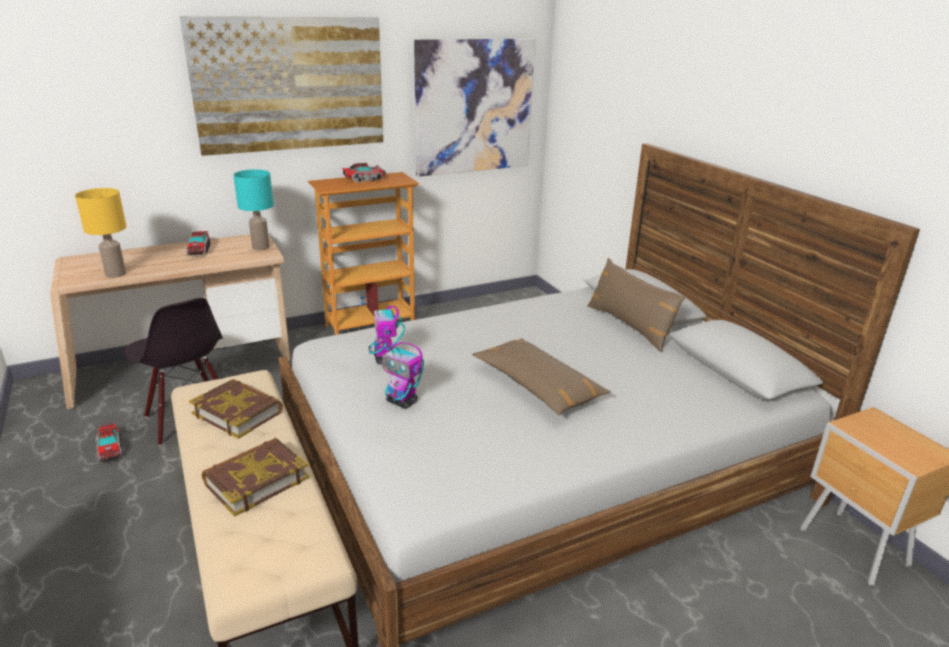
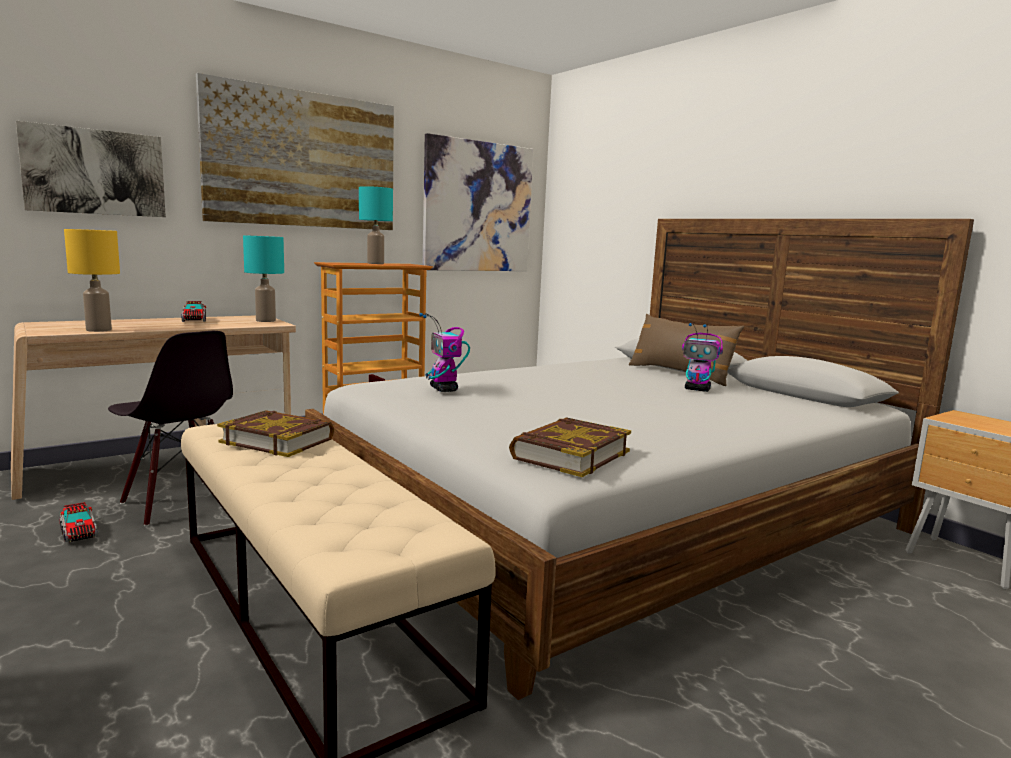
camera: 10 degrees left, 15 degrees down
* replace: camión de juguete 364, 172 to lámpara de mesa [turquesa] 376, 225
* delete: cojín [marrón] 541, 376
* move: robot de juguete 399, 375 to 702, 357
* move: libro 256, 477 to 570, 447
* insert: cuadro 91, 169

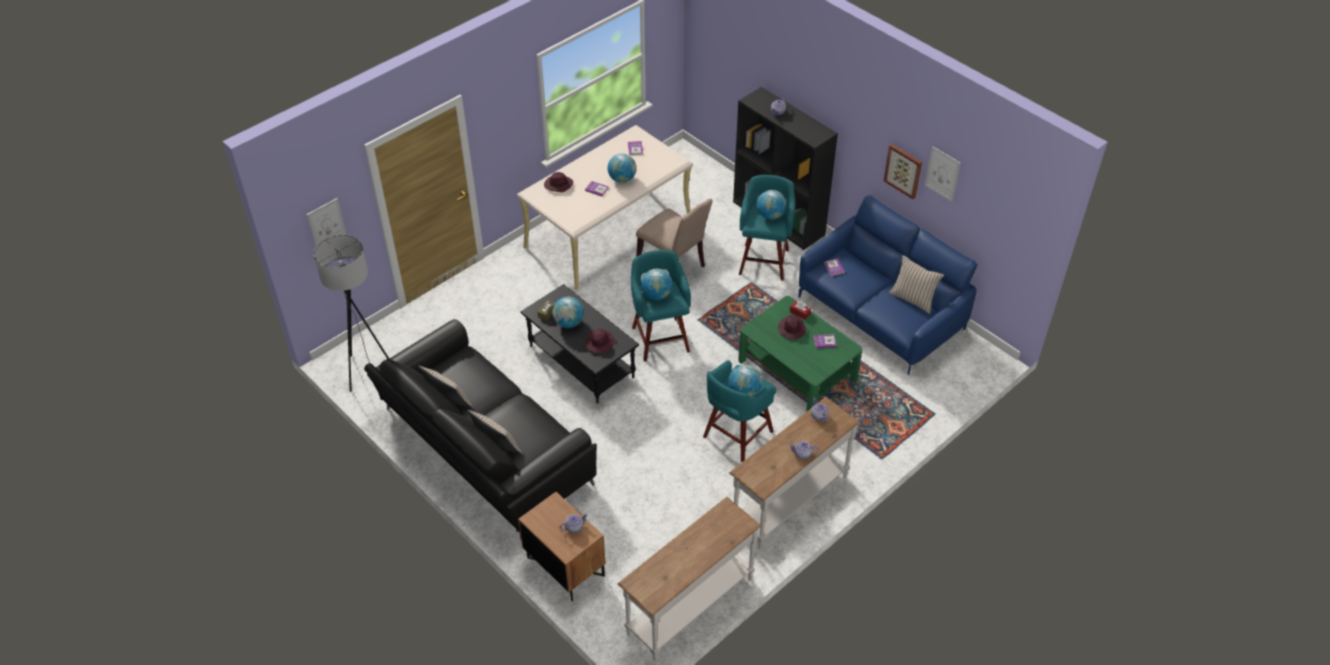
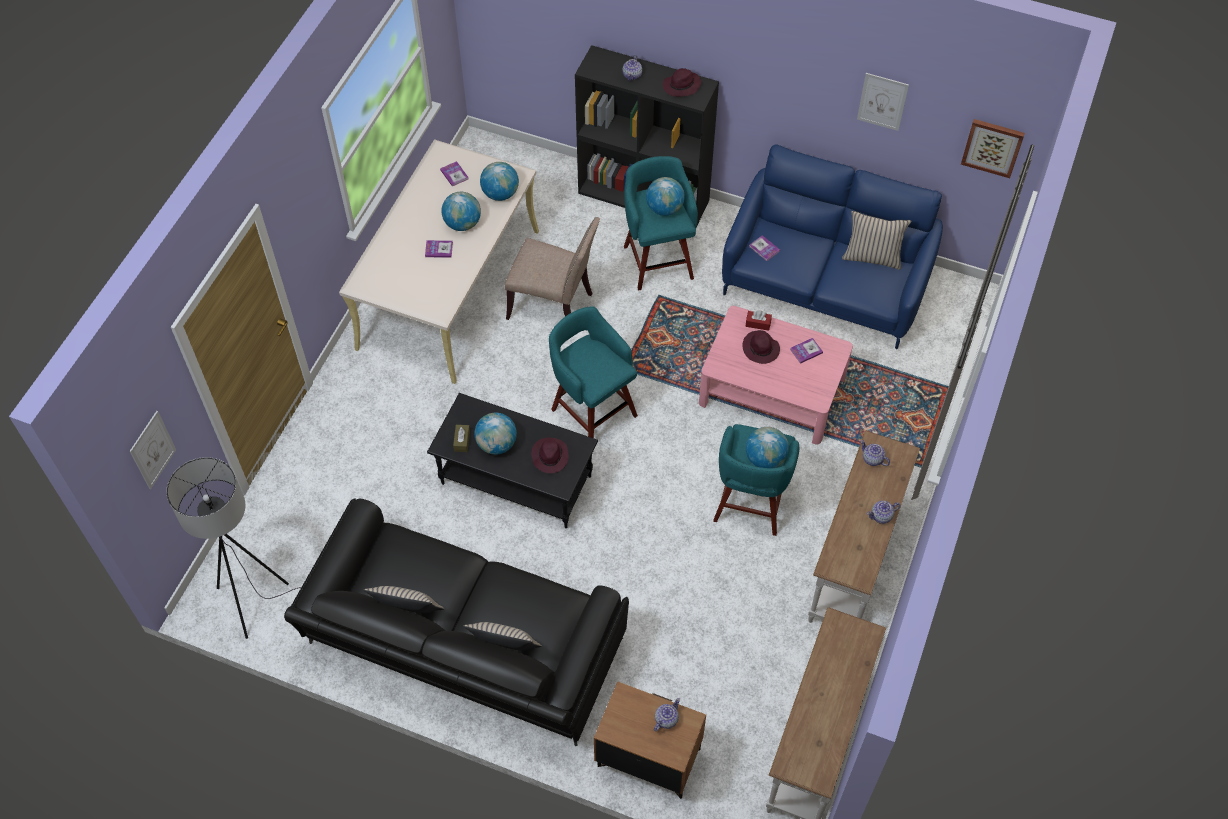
camera: 25 degrees left, 10 degrees up
* move: cuadro 903, 171 to 993, 148
* move: sombrero [morado] 558, 182 to 682, 82
* move: globo terráqueo 656, 284 to 499, 181
* recolor: mesa de centro [verde] 800, 354 to mesa de centro [rosa] 776, 375

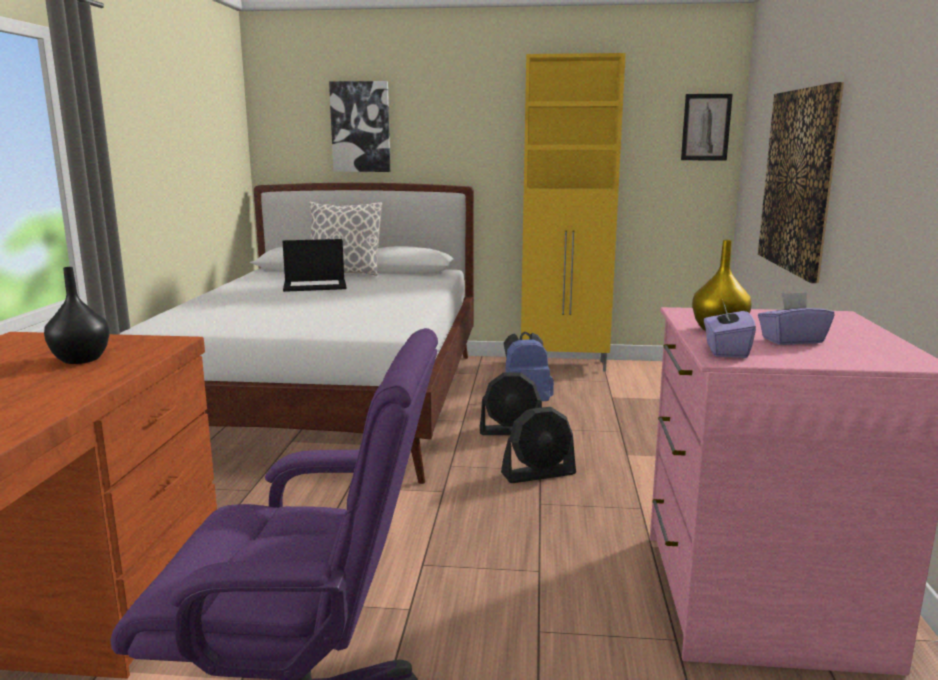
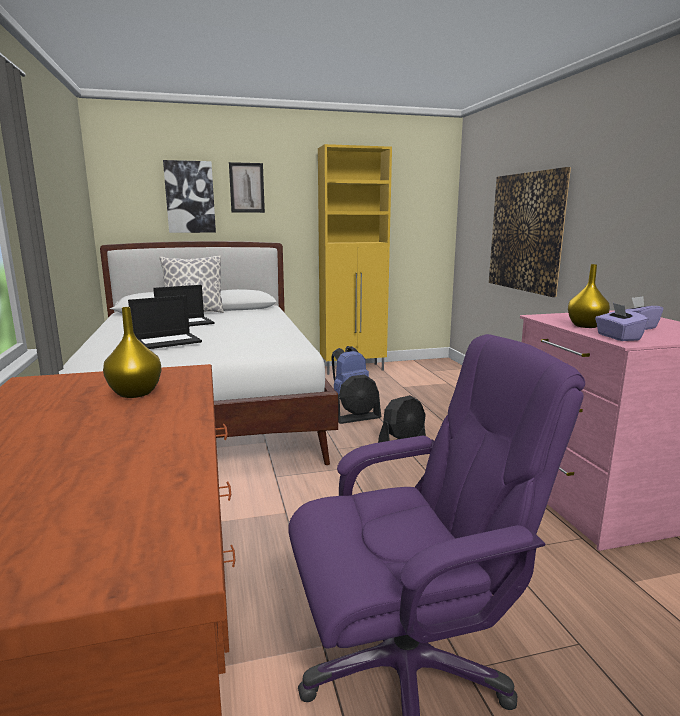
camera: 20 degrees left, 0 degrees up
* move: cuadro 707, 127 to 247, 187
* recolor: florero [negro] 77, 315 to florero [amarillo] 132, 352
* insert: portátil 165, 322

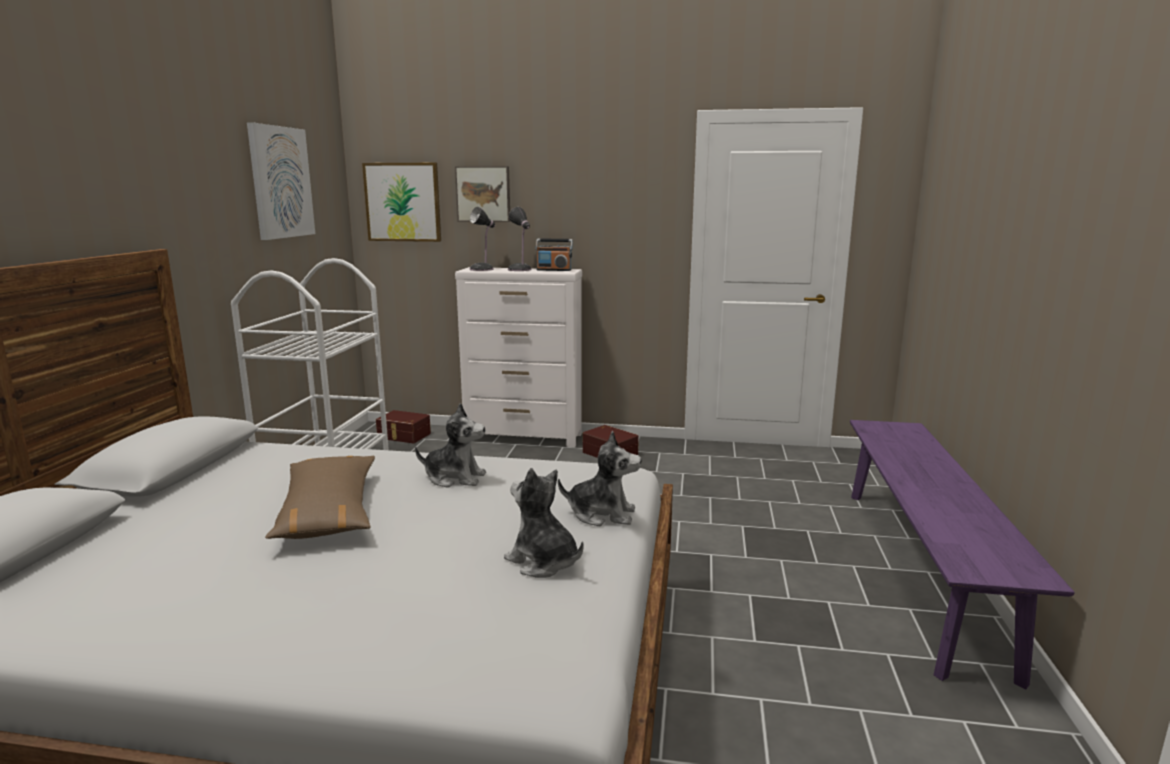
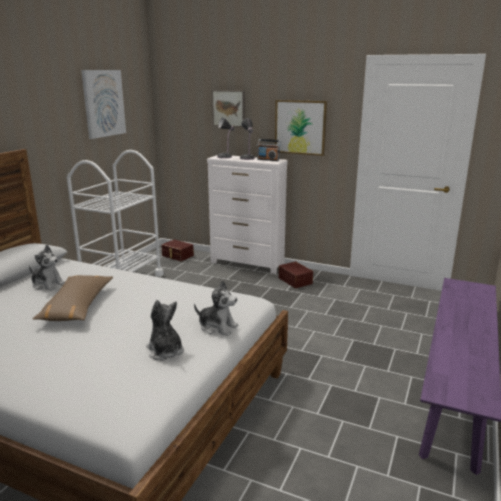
camera: 15 degrees right, 5 degrees up
* move: cuadro 401, 202 to 301, 128
* move: peluche 450, 445 to 47, 268

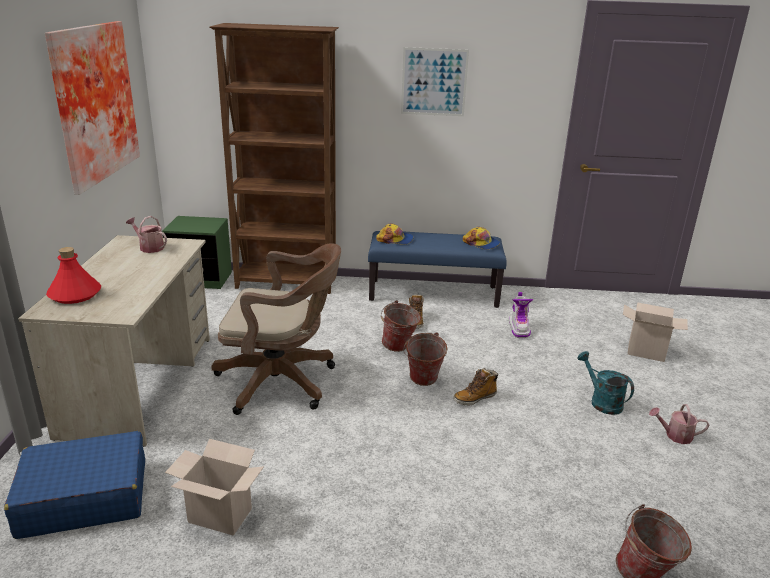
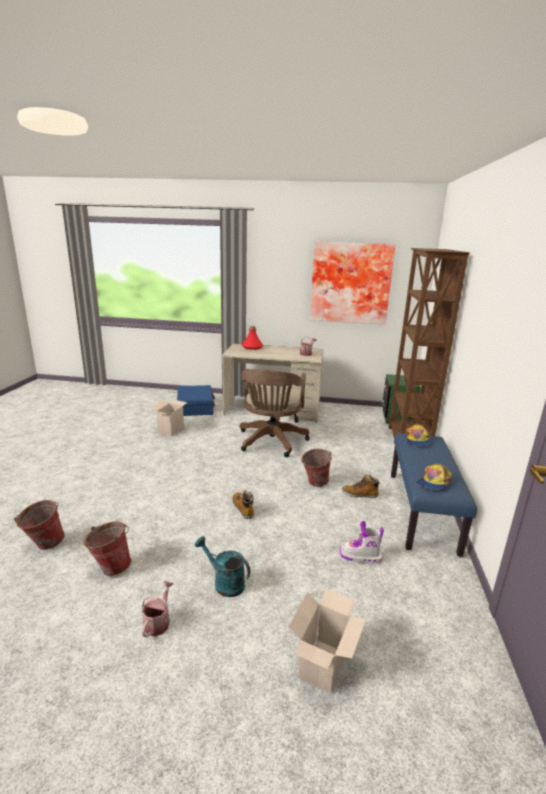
camera: 95 degrees right, 5 degrees down
* delete: cuadro 435, 81
* move: cubo 425, 359 to 107, 548
* rotate: regadera [turquesa] 605, 383 = 222, 566 120 degrees counterclockwise

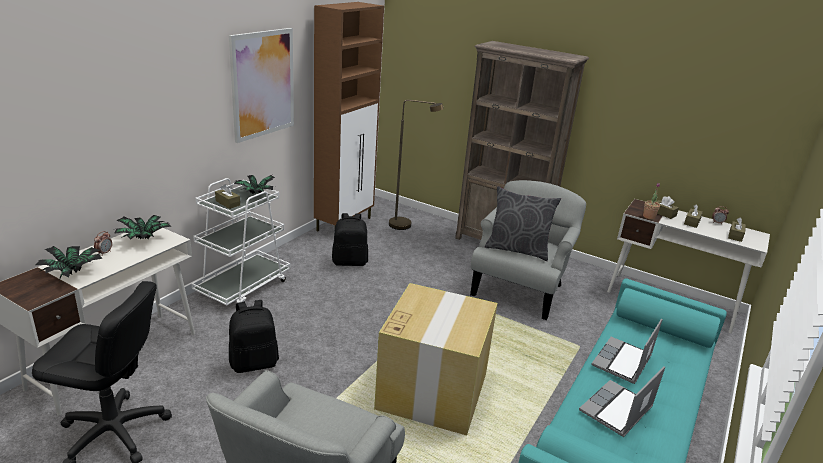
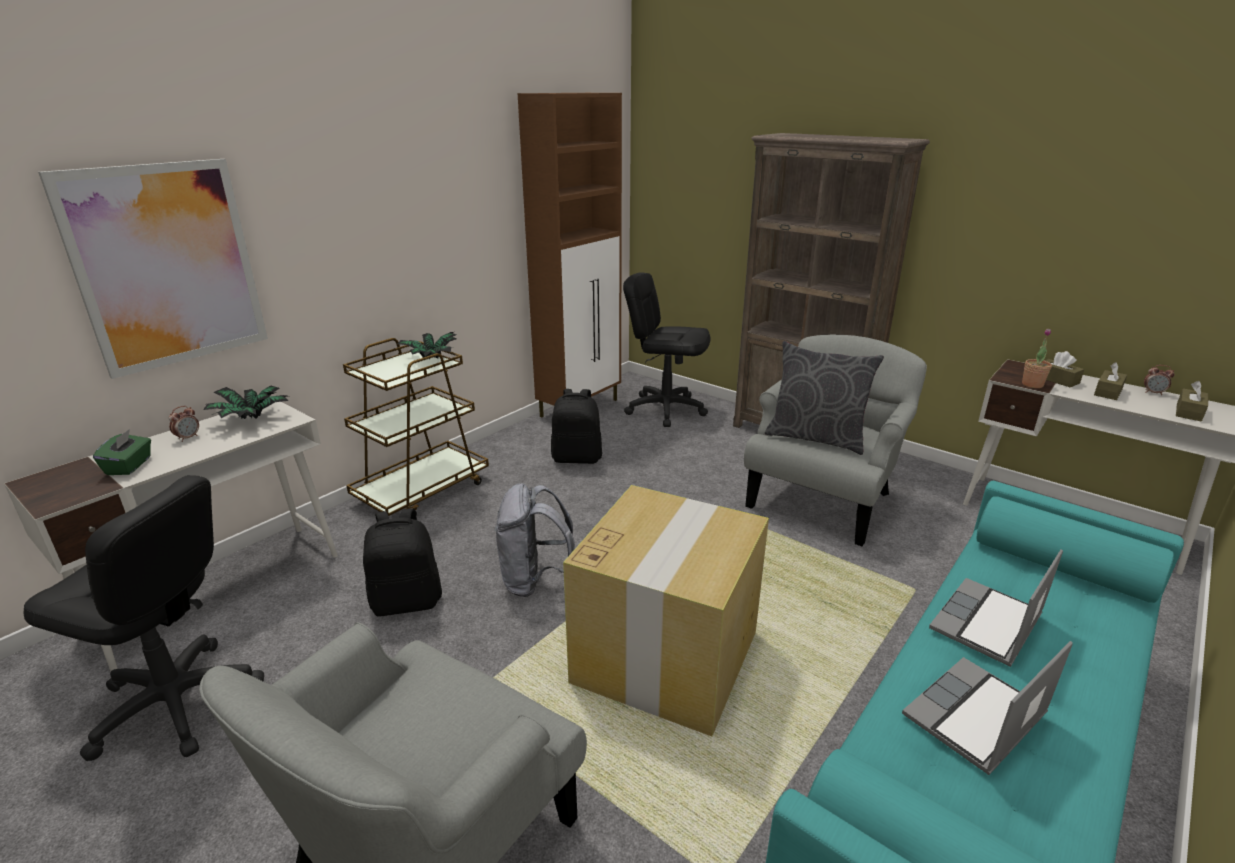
camera: 10 degrees right, 0 degrees up
* move: cuadro 261, 85 to 153, 269
* replace: lámpara de pie [marrón] 416, 165 to silla de oficina [negro] 667, 349
* recolor: carrito [blanco] 240, 241 to carrito [marrón] 416, 427
* delete: caja de pañuelos [marrón] 227, 196
* replace: planta en maceta 69, 263 to caja de pañuelos [verde] 122, 452
* insert: mochila [gris] 534, 540

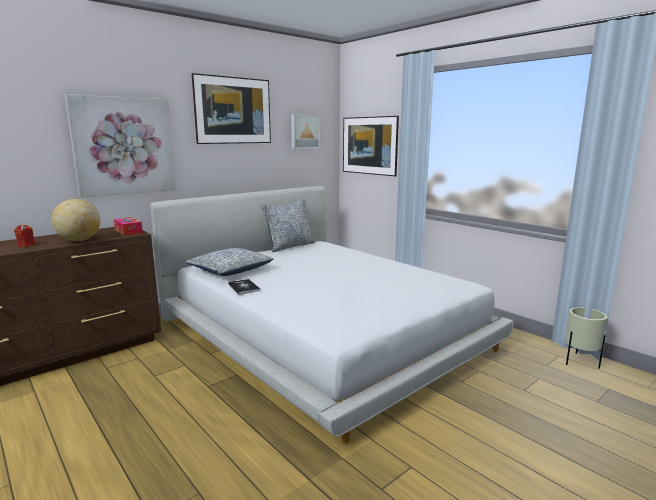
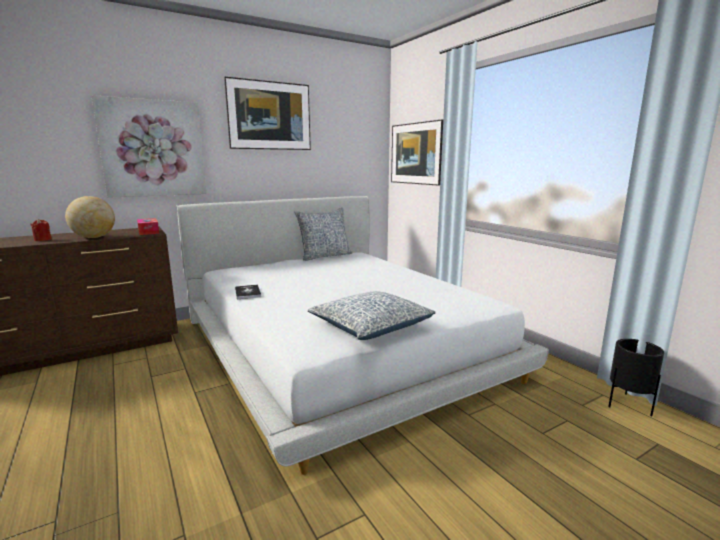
camera: 10 degrees right, 0 degrees up
* delete: cuadro 305, 131
* move: cojín 229, 262 to 372, 315
* recolor: maceta [beis] 586, 338 to maceta [negro] 636, 377

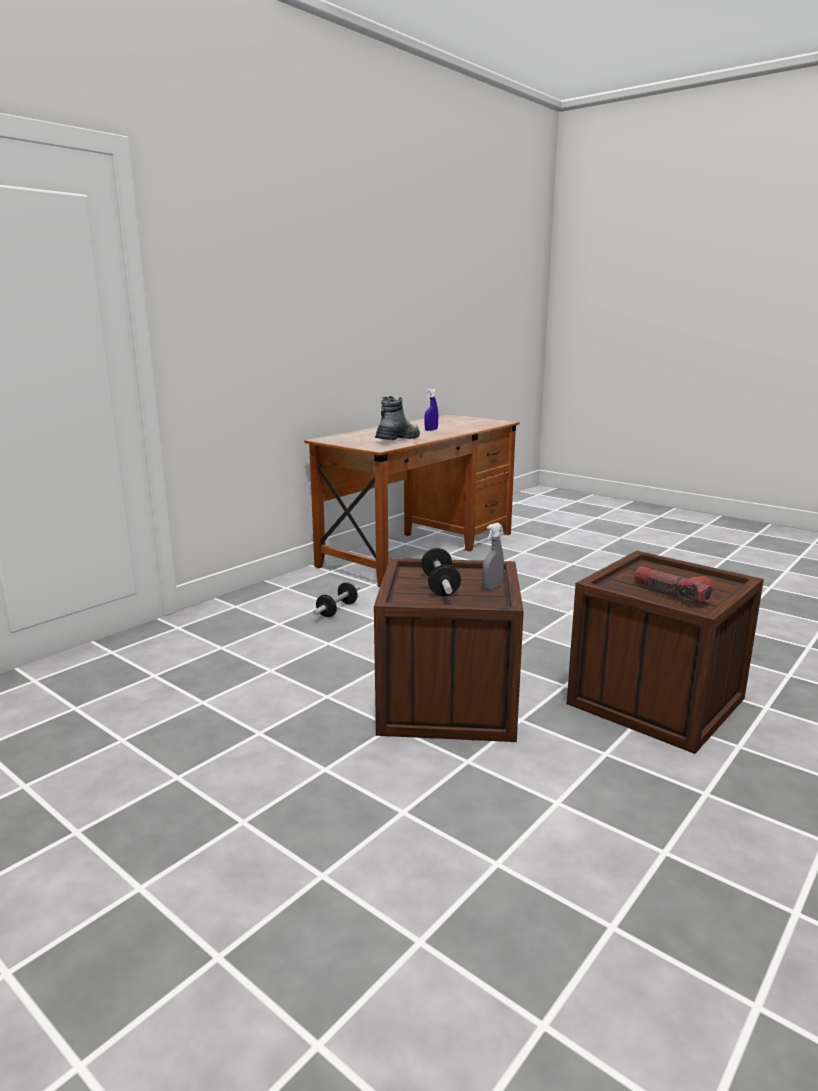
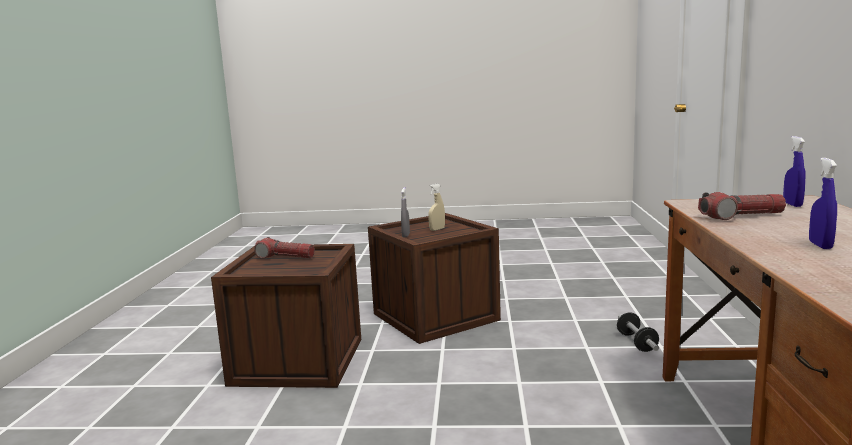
camera: 145 degrees right, 5 degrees down
* replace: bota 397, 418 to linterna 742, 206
* replace: mancuerna 441, 572 to pulverizador [beis] 436, 207
* insert: pulverizador [azul] 794, 171

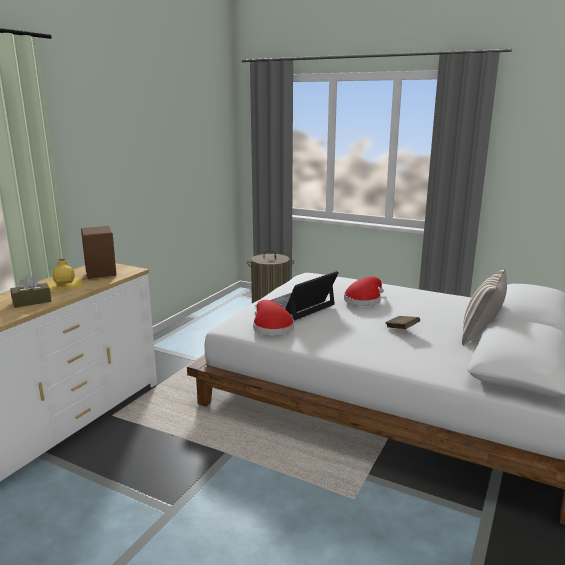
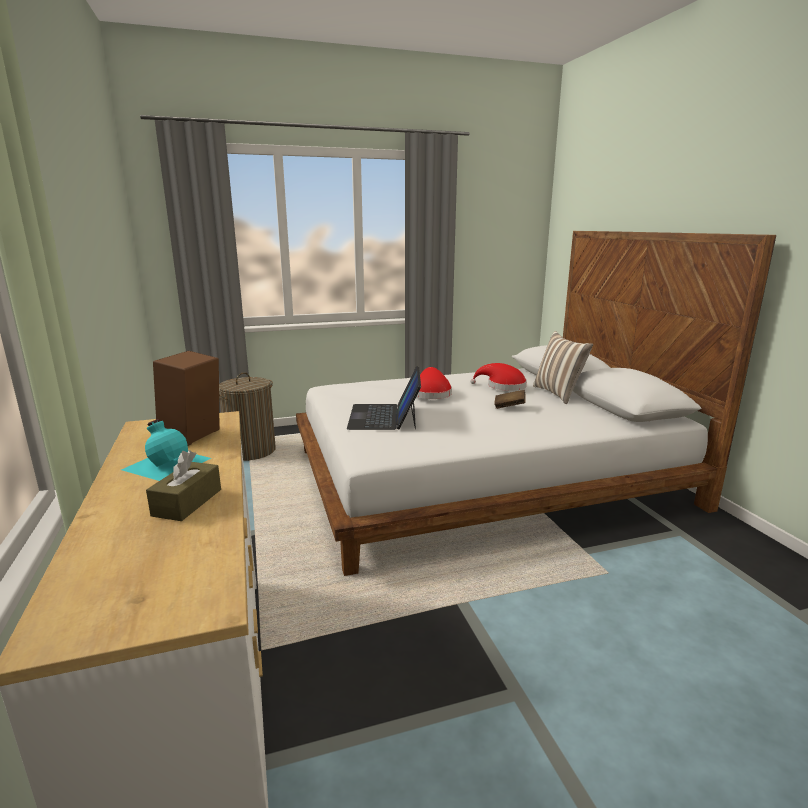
camera: 45 degrees left, 0 degrees up
* recolor: botella [amarillo] 65, 275 to botella [turquesa] 166, 450
* move: sombrero [rojo] 273, 317 to 498, 377

